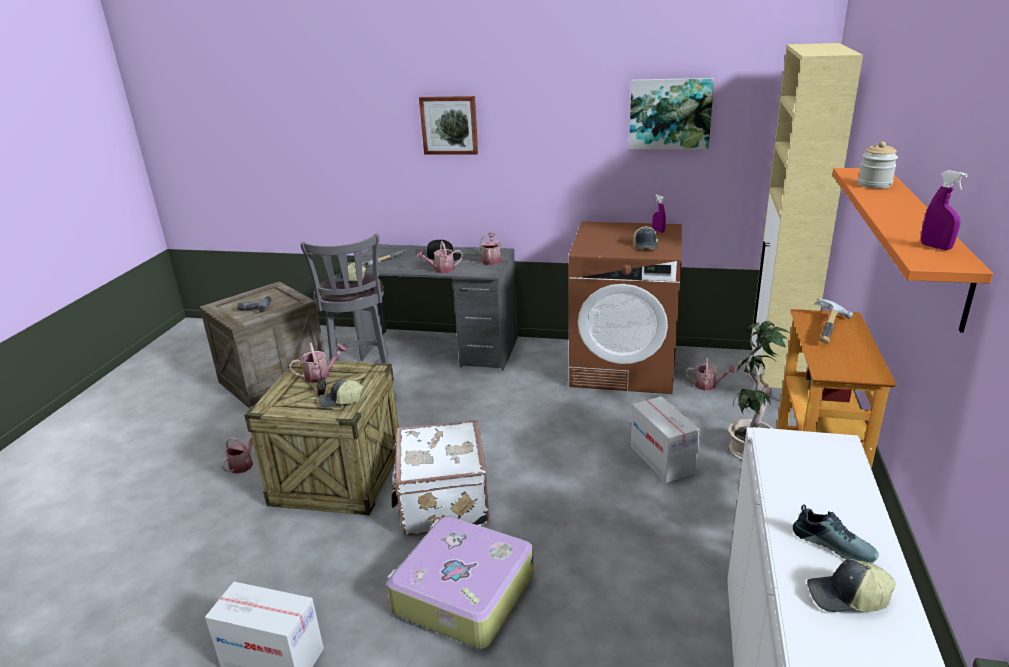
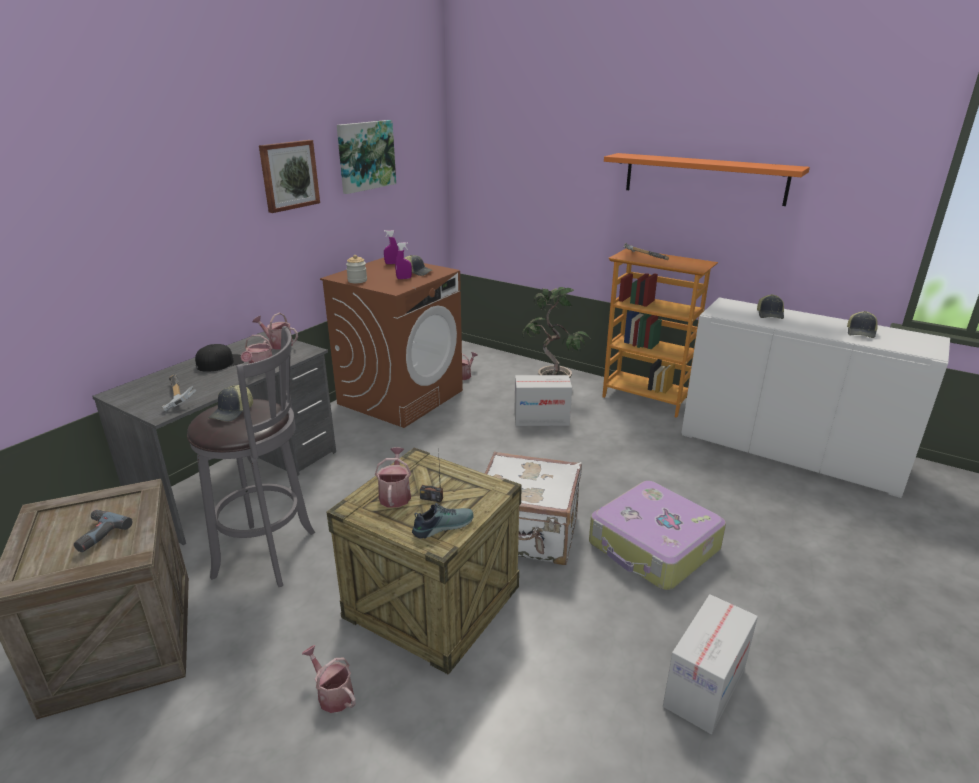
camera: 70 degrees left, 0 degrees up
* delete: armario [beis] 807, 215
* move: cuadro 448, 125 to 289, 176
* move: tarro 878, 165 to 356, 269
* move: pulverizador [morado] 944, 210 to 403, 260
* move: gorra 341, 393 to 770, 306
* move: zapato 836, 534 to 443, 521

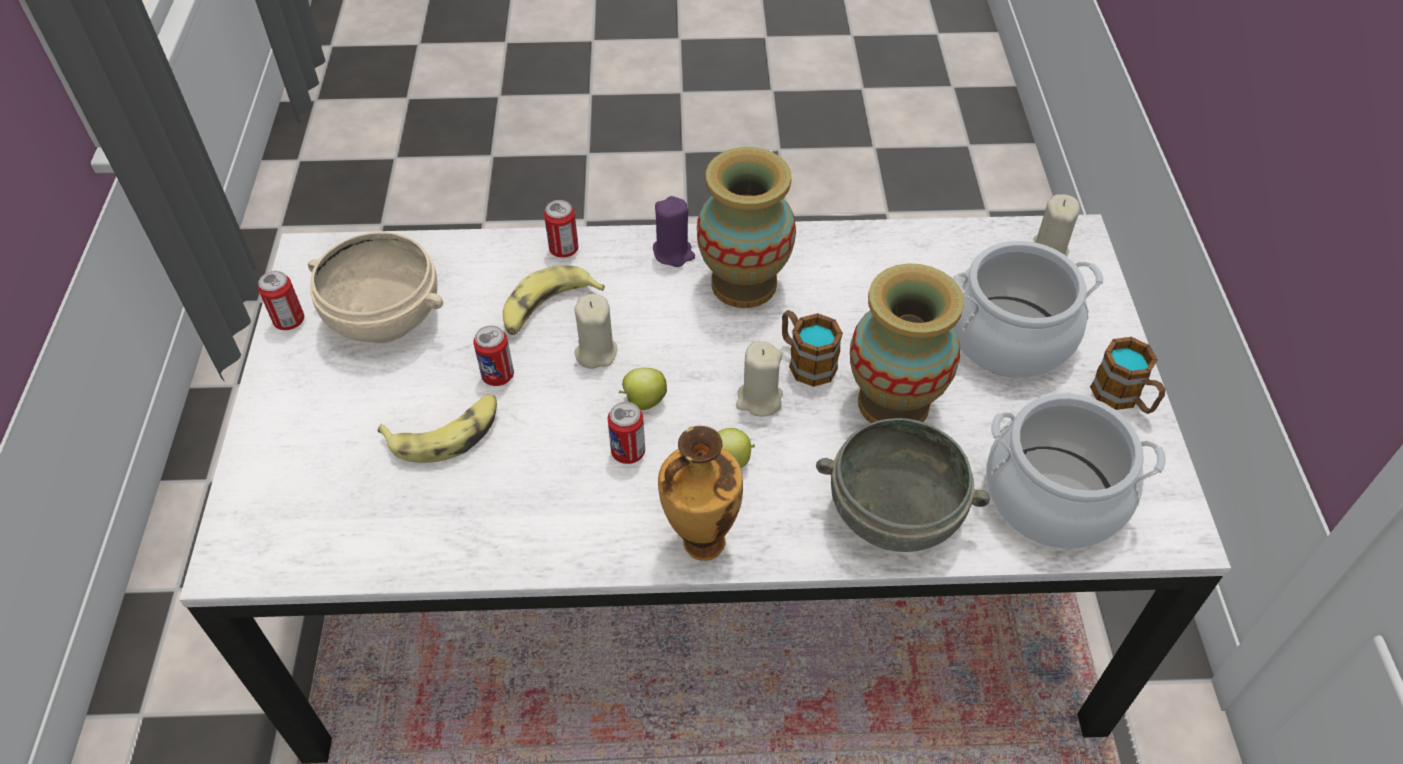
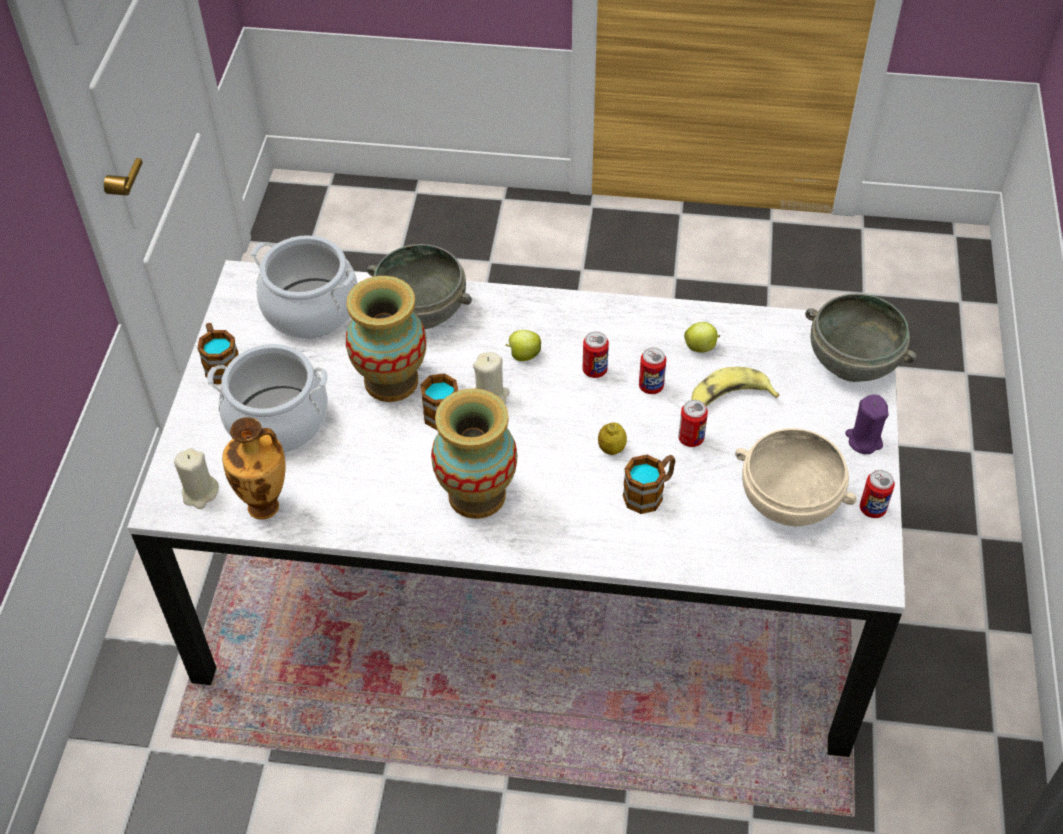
camera: 170 degrees left, 0 degrees up
* move: vela [morado] 674, 231 to 867, 424
* move: lata 561, 229 to 652, 370
* replace: plátano 554, 300 to taza grande 649, 484
* replace: vela [beis] 595, 331 to limón 612, 438
* move: manzana 643, 389 to 702, 337
* move: florero 700, 493 to 254, 468
* insert: cuenco [gris] 861, 338

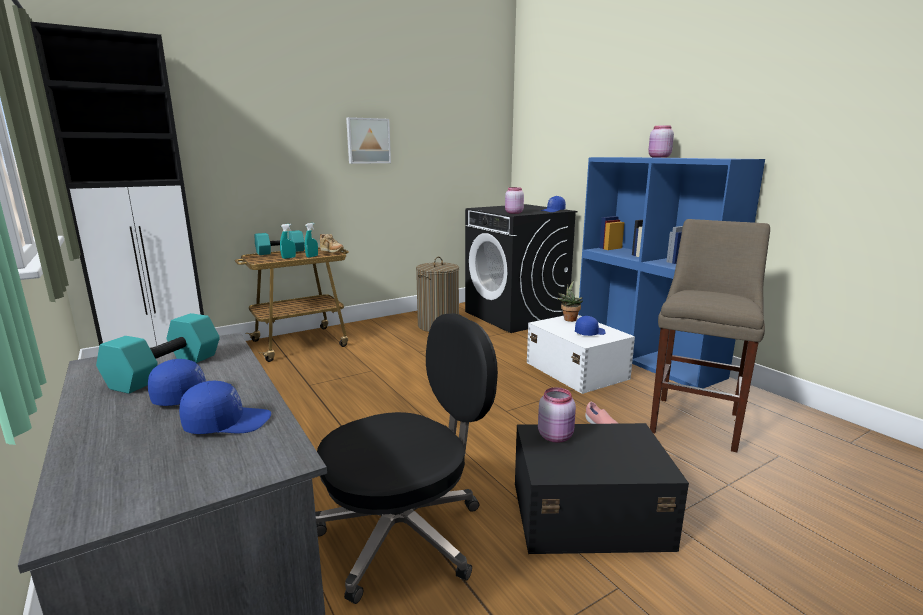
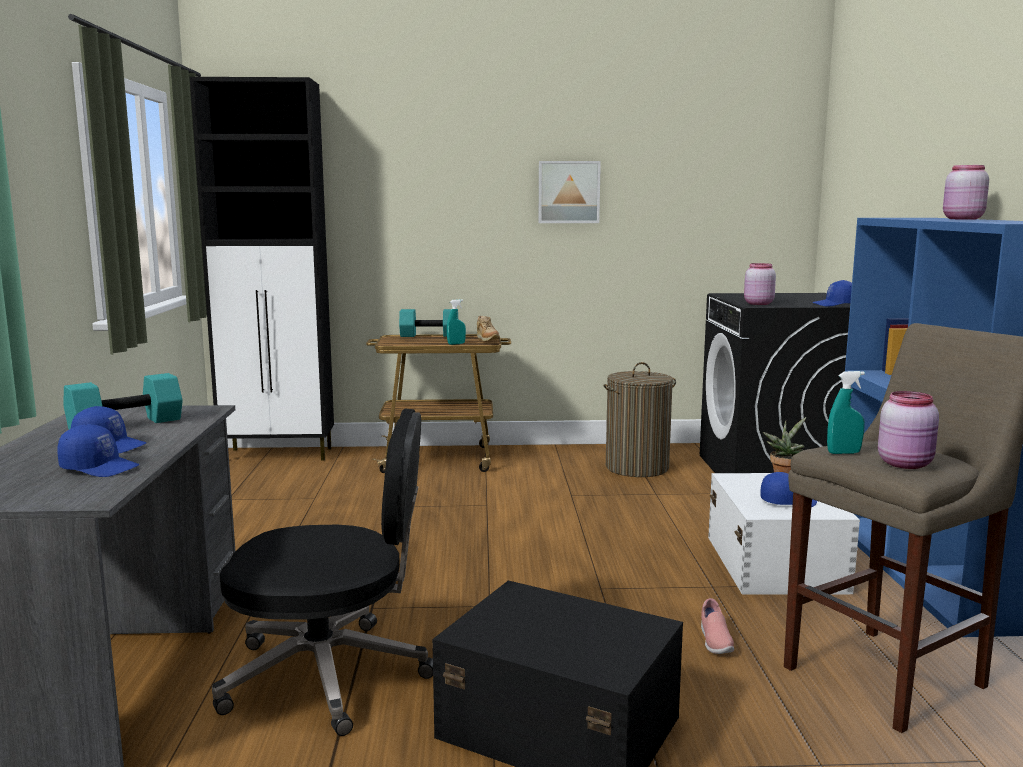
camera: 30 degrees right, 5 degrees down
* move: pulverizador [turquesa] 288, 241 to 846, 412
* move: tarro [rosa] 557, 415 to 908, 430

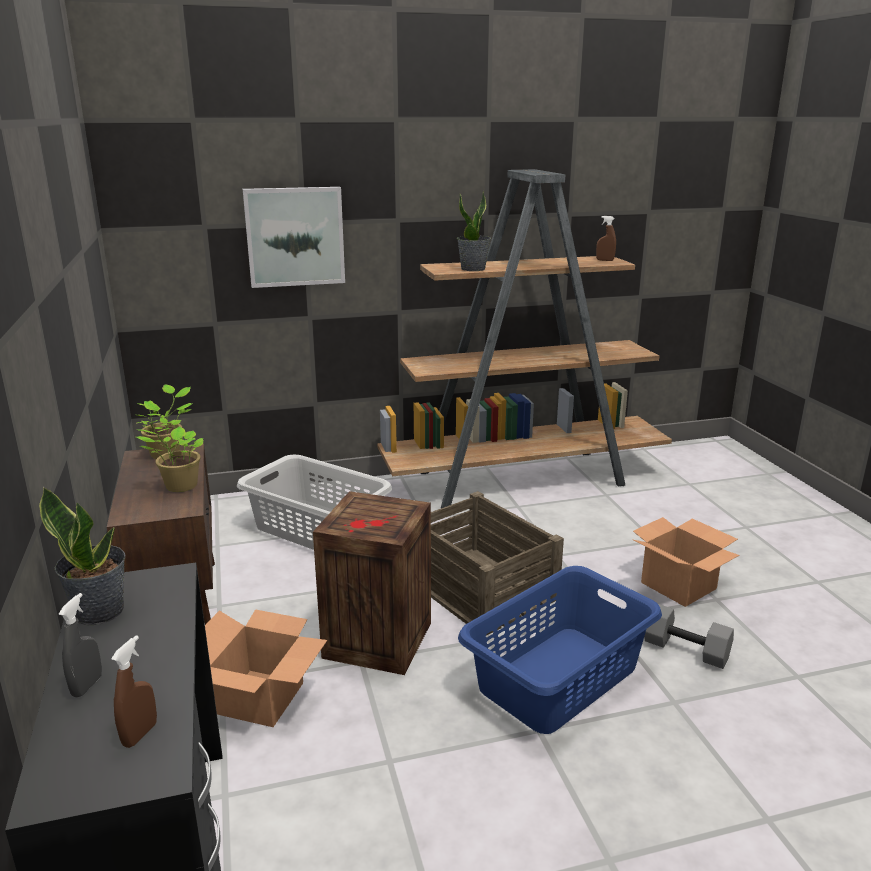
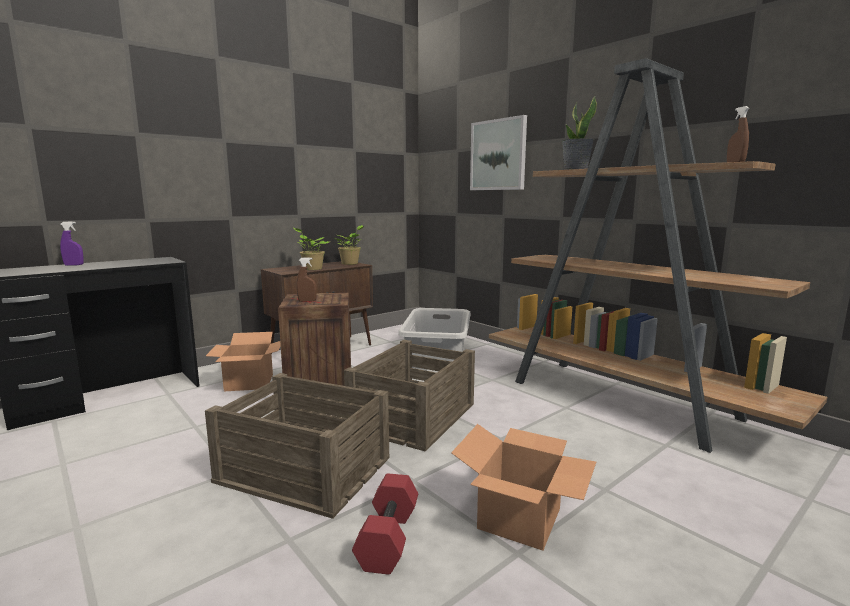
camera: 65 degrees right, 10 degrees down
* delete: planta en maceta 82, 556
* replace: cesto de la ropa [azul] 560, 650 to caja de embalaje 297, 446
* recolor: pulverizador [gris] 80, 645 to pulverizador [morado] 72, 243
* recolor: mancuerna [gris] 689, 636 to mancuerna [rojo] 385, 524
* move: pulverizador [marrón] 134, 691 to 306, 279

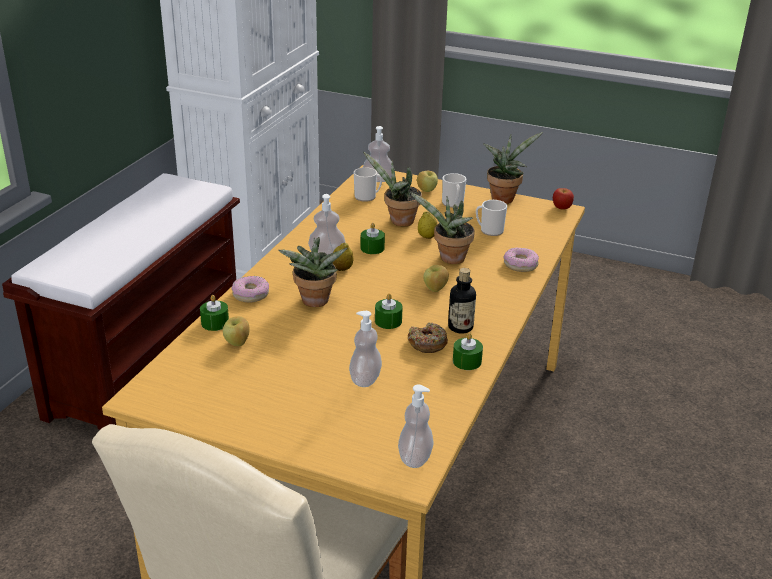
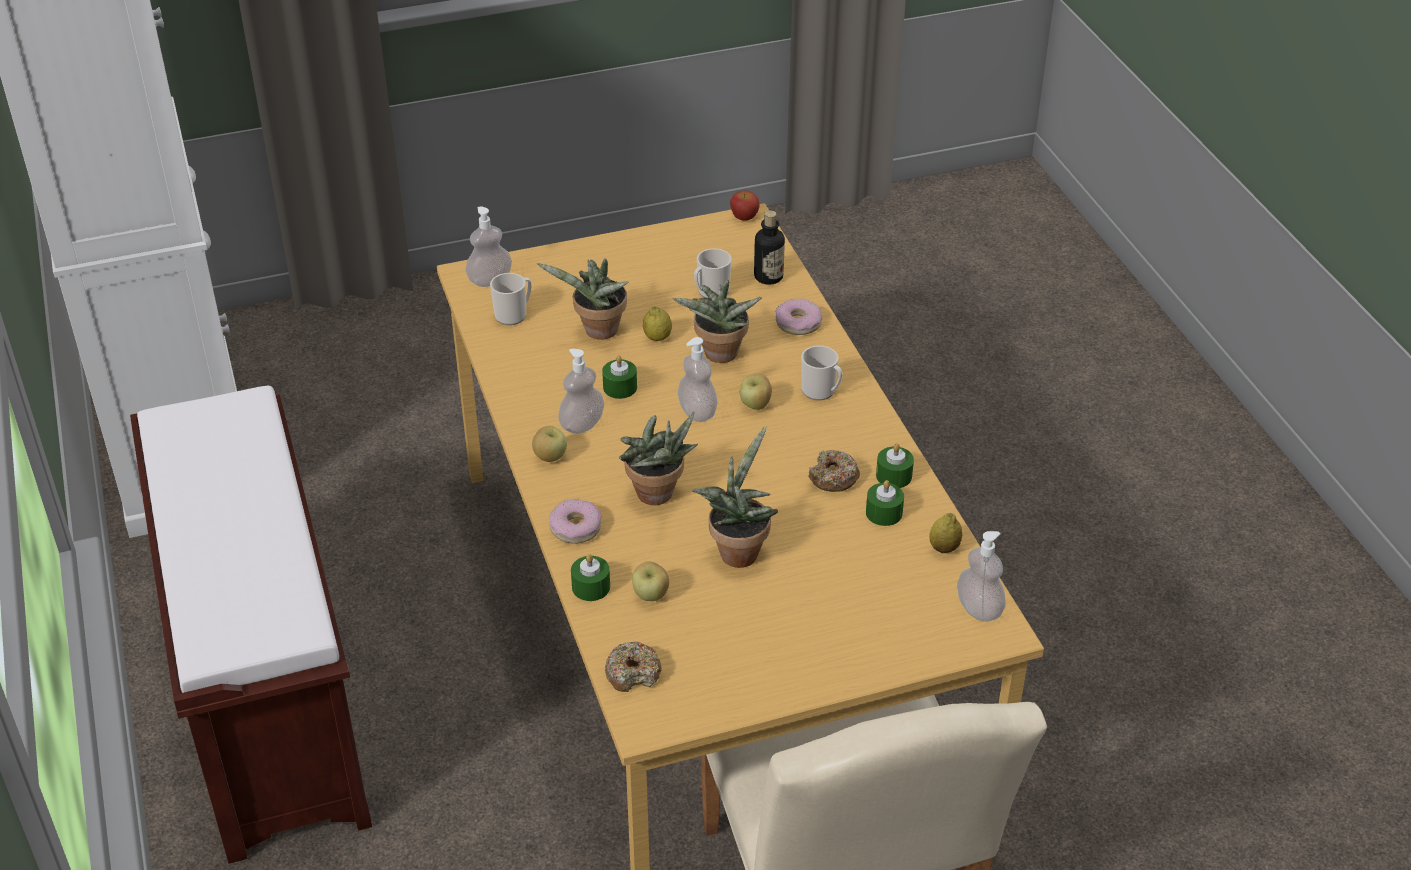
camera: 40 degrees left, 10 degrees up
* move: planta en maceta 513, 168 to 735, 497
* move: manzana 427, 181 to 549, 444
* move: taza grande 454, 190 to 822, 373
* move: limón 342, 256 to 945, 533
* move: botella 462, 300 to 769, 247
* move: vela [verde] 389, 311 to 885, 503
* move: dispensador de jabón 365, 349 to 697, 379
* insert: rosquilla 633, 666

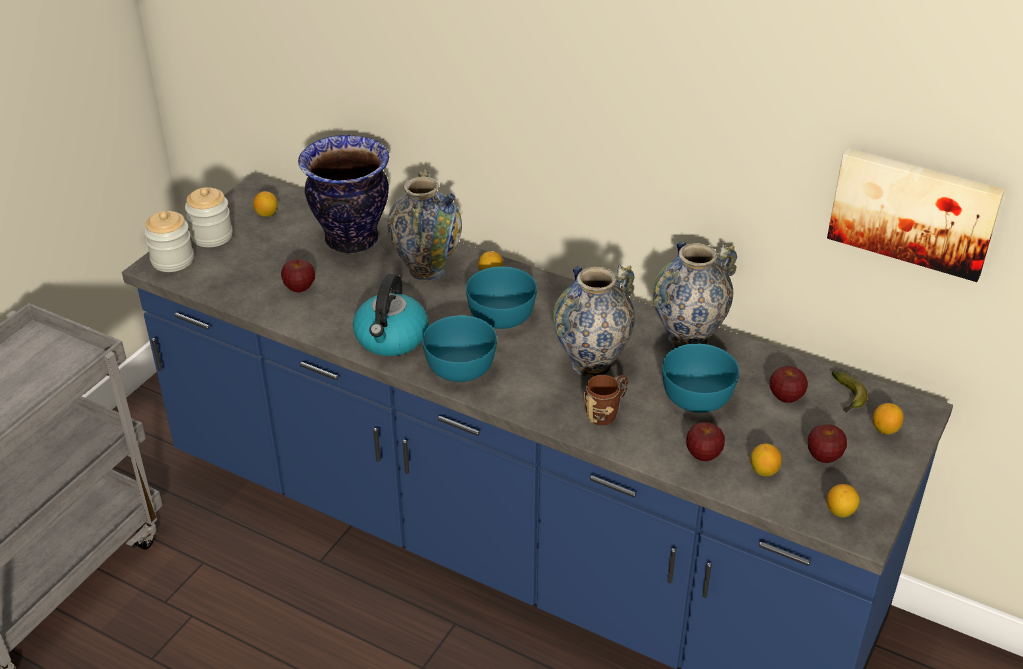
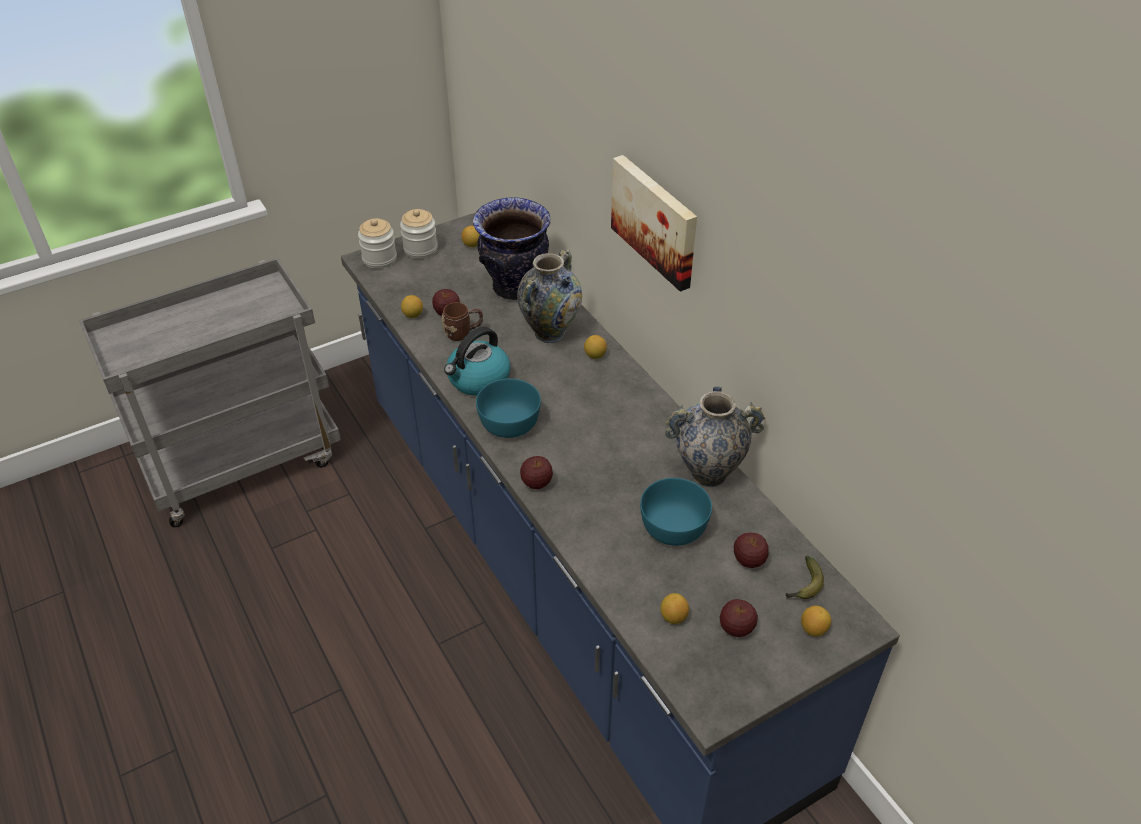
camera: 30 degrees right, 5 degrees up
* move: cuadro 916, 215 to 654, 223
* delete: florero 594, 321
* delete: cuenco [turquesa] 501, 297
* move: taza grande [marrón] 606, 400 to 462, 321
* move: manzana 705, 441 to 536, 472
* move: limón 843, 500 to 412, 306

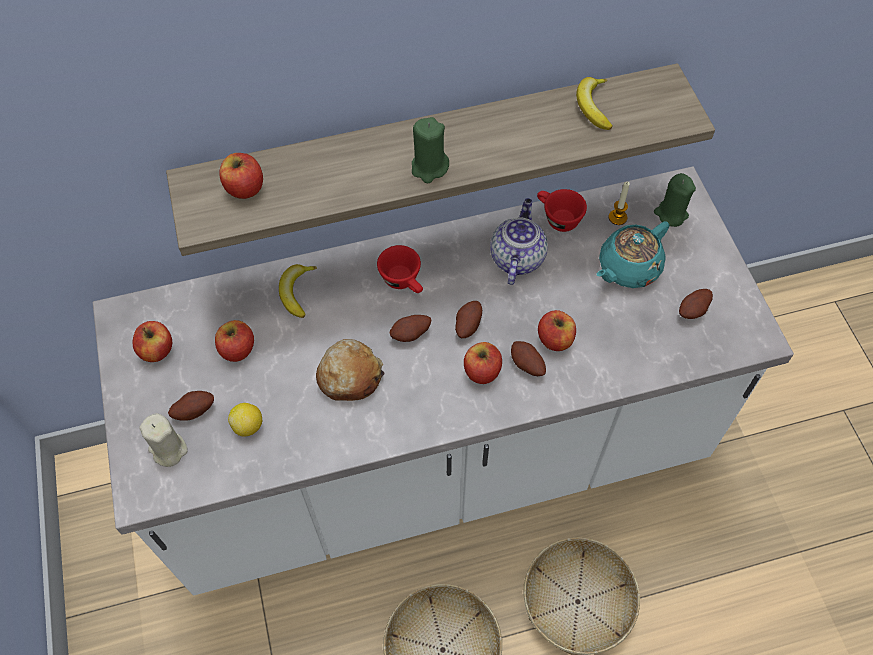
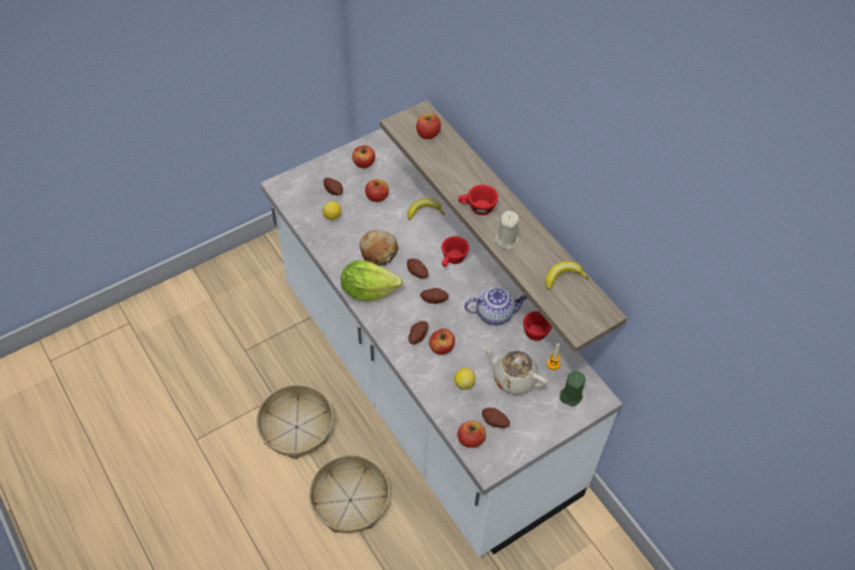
camera: 70 degrees right, 5 degrees down
* replace: vela [verde] 430, 150 to taza [rojo] 478, 200
* recolor: tetera [turquesa] 633, 254 to tetera [beis] 515, 370
* move: manzana 483, 363 to 472, 434
* move: vela [beis] 163, 440 to 507, 230
* insert: lechuga 372, 280
* insert: limón 464, 379

